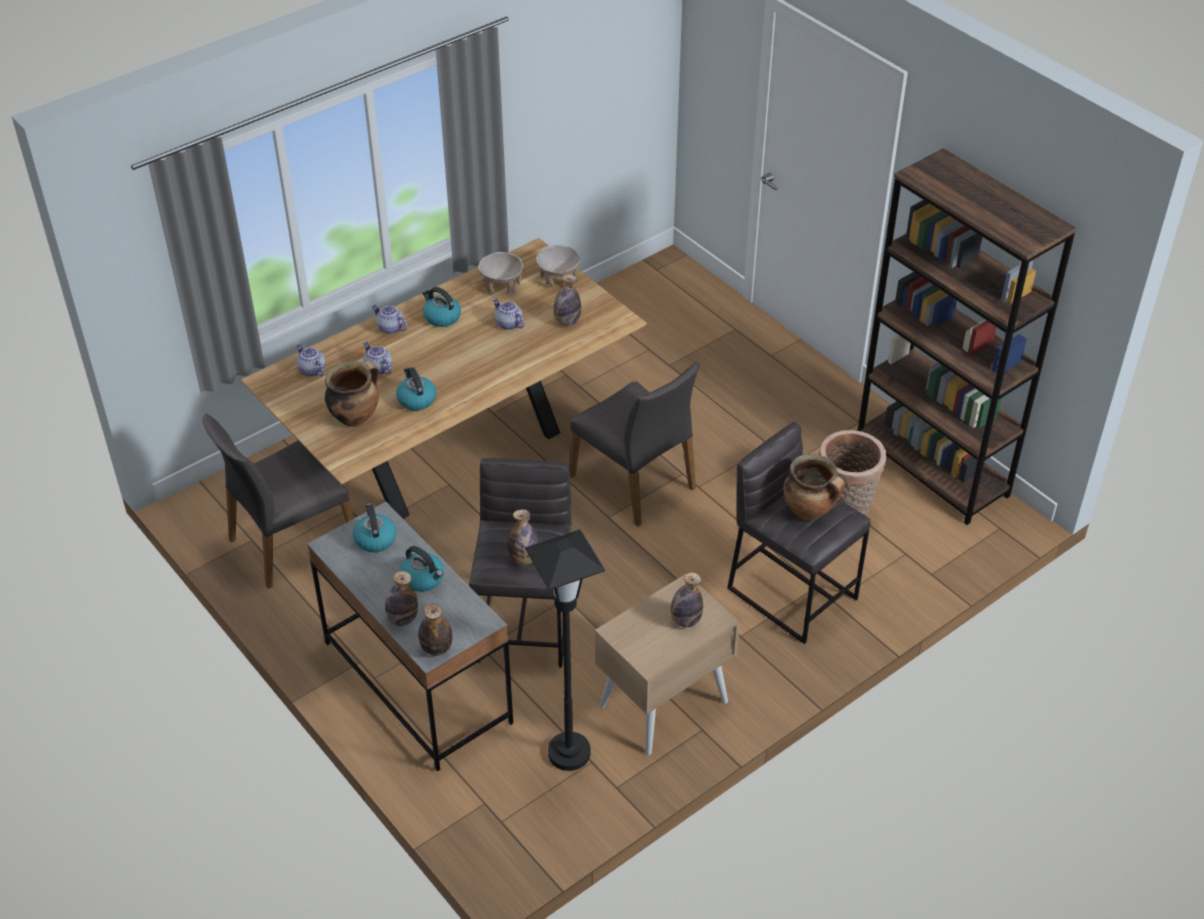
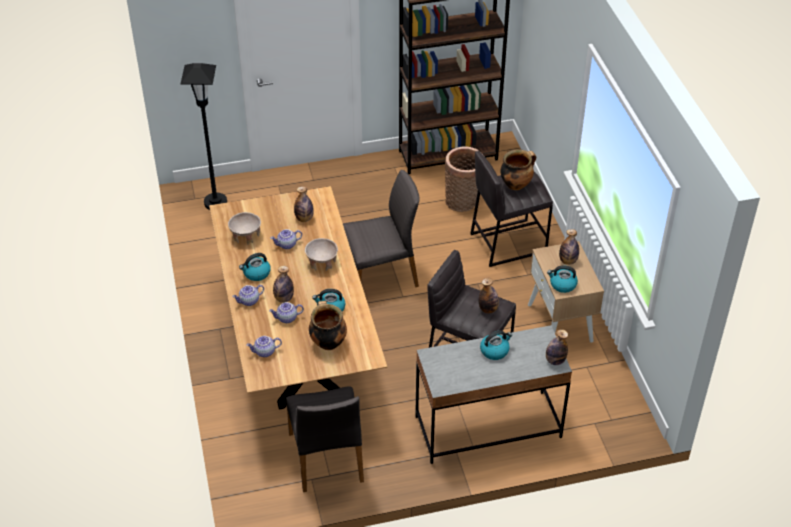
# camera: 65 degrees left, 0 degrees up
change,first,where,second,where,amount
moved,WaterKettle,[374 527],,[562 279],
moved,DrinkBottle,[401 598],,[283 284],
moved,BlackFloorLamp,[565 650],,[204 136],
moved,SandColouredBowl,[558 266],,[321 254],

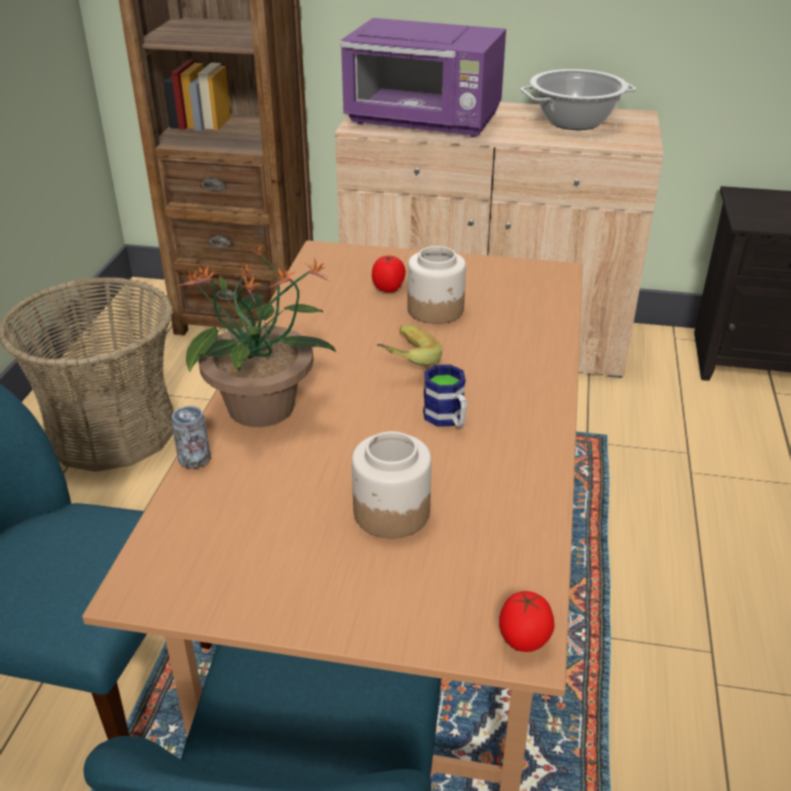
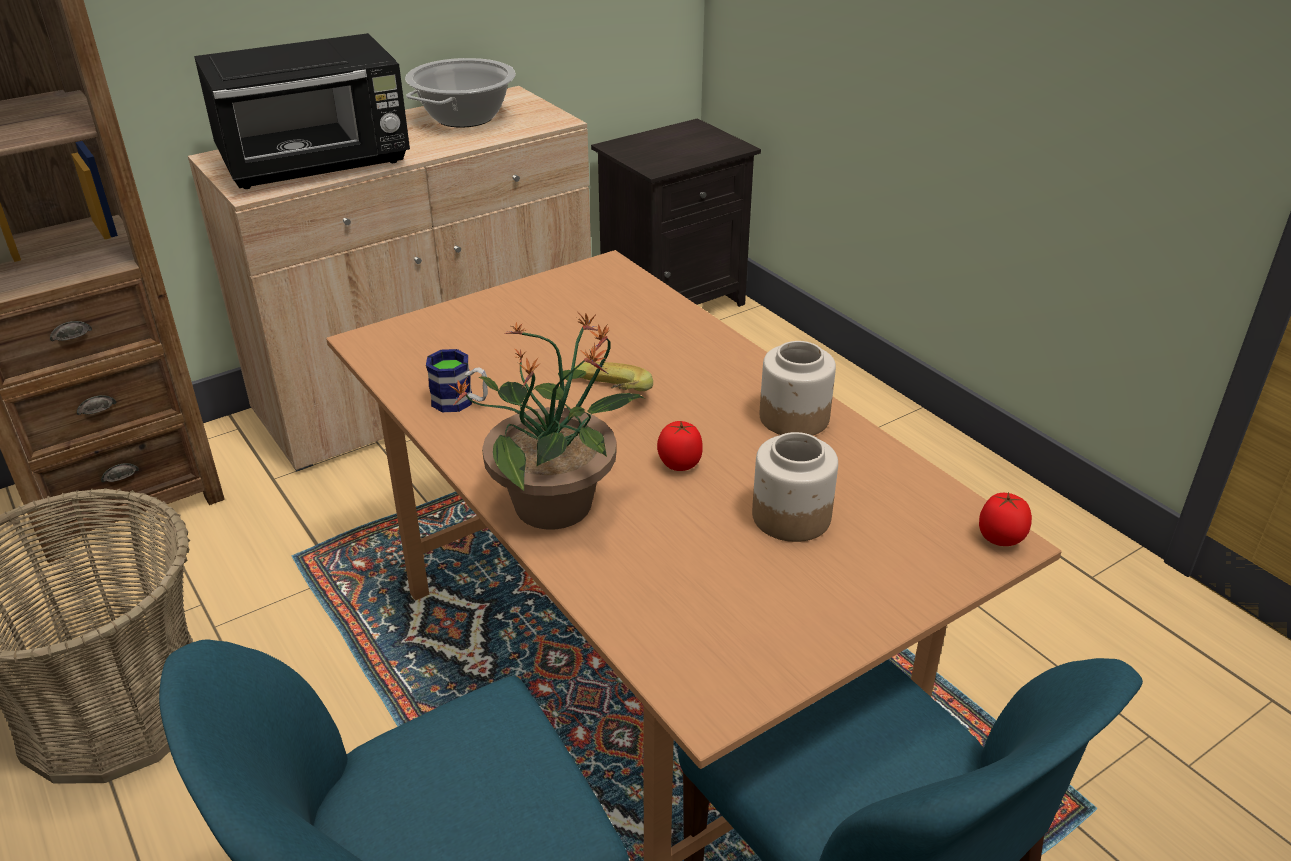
# camera: 45 degrees left, 0 degrees up
change,first,where,second,where,amount
removed,MetalCan,[191 437],,,
moved,Tomato,[389 274],,[680 446],
moved,Jar,[436 285],,[797 388],
moved,TeaMug,[445 395],,[457 380],
recoloured,PurpleColouredMicrowave,[423 77],BlackMicrowave,[302 111],

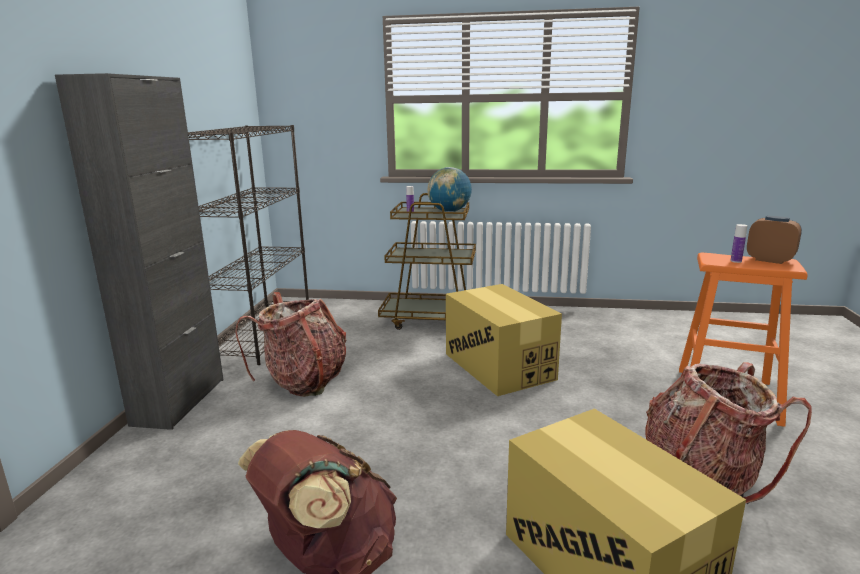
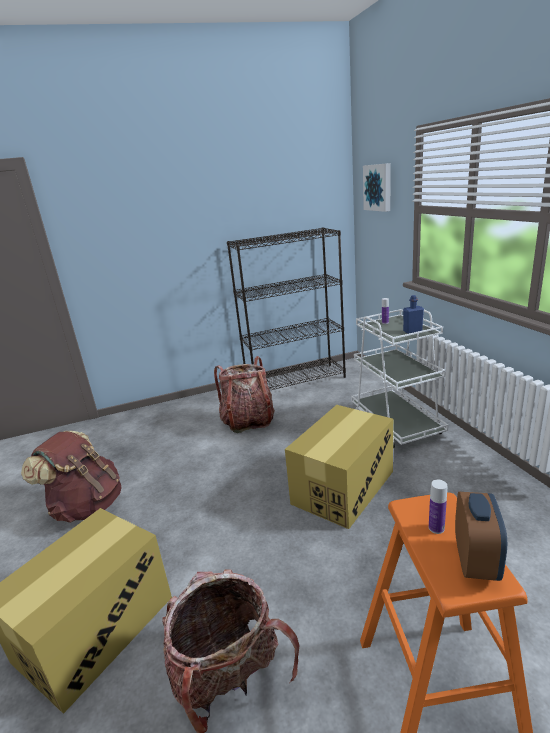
# camera: 65 degrees right, 5 degrees up
change,first,where,second,where,amount
removed,BlackCupboard,[139 251],,,
added,,,WallPicture,[377 187],
replaced,DeskGlobe,[449 189],BluishDrinkBottle,[413 314],
recoloured,BrownCart,[427 261],WhitishCart,[399 378],

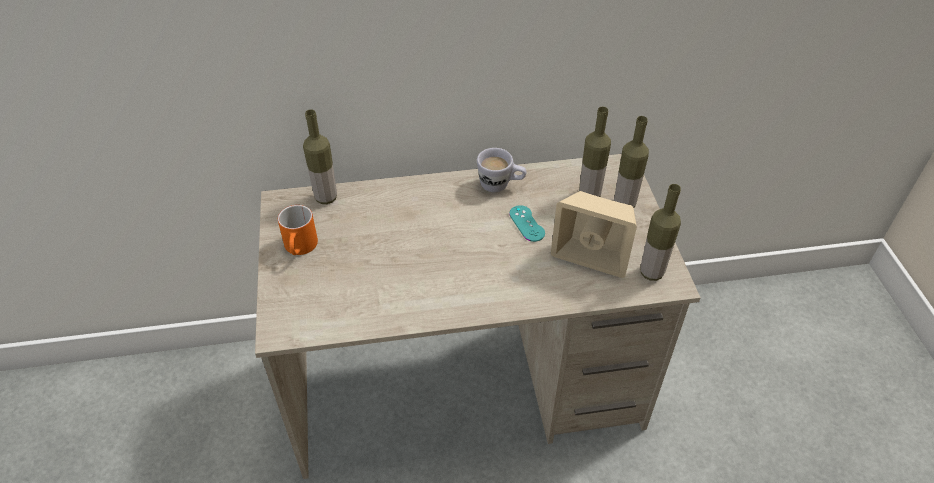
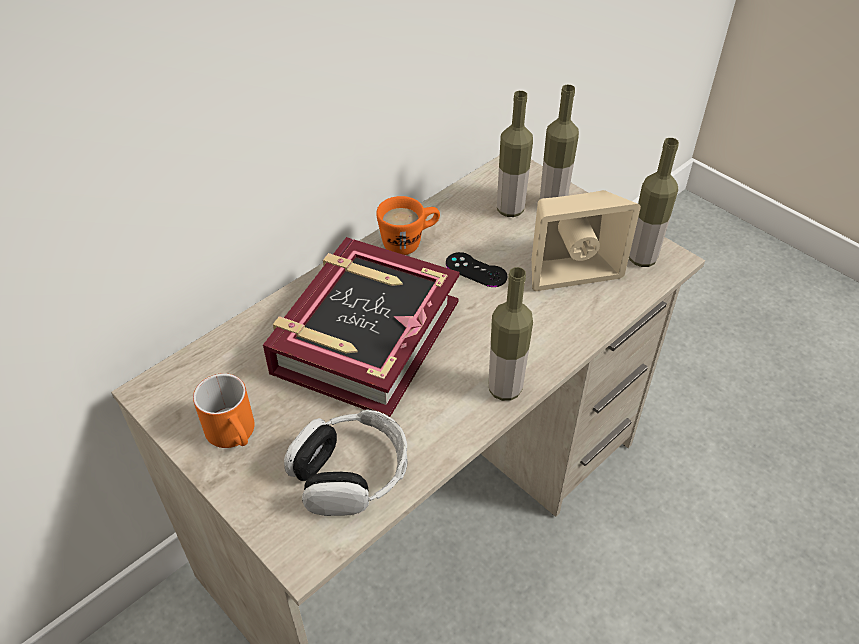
# camera: 35 degrees left, 0 degrees up
change,first,where,second,where,amount
added,,,Volume,[361 327],
added,,,PairOfHeadphones,[346 462],
moved,DrinkBottle,[320 156],,[510 334],
recoloured,WhitishTeaMug,[501 170],OrangeTeaMug,[408 225],
recoloured,TurquoiseGameController,[527 223],BlackGameController,[476 269],

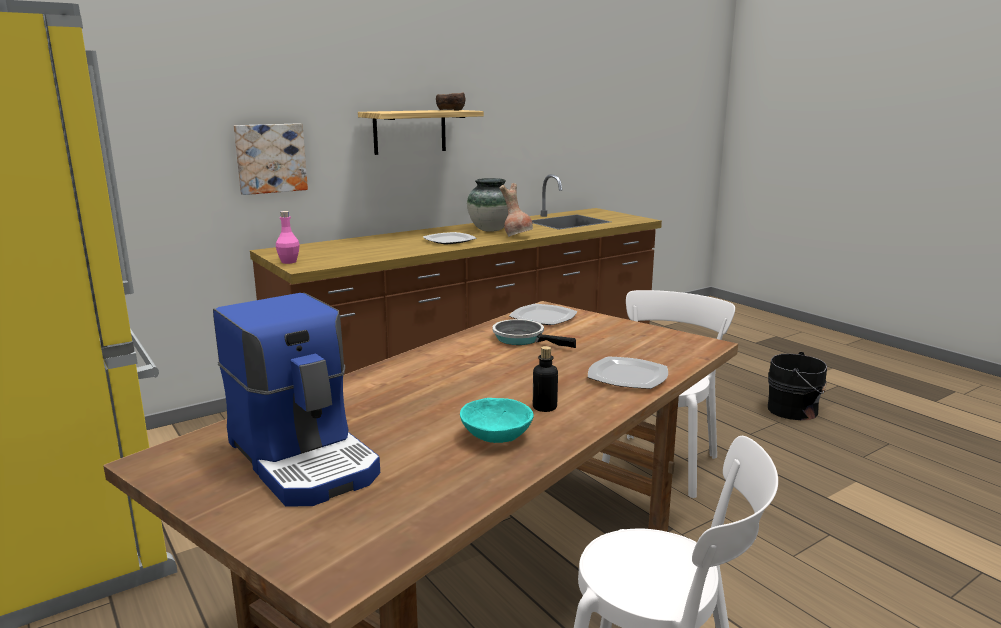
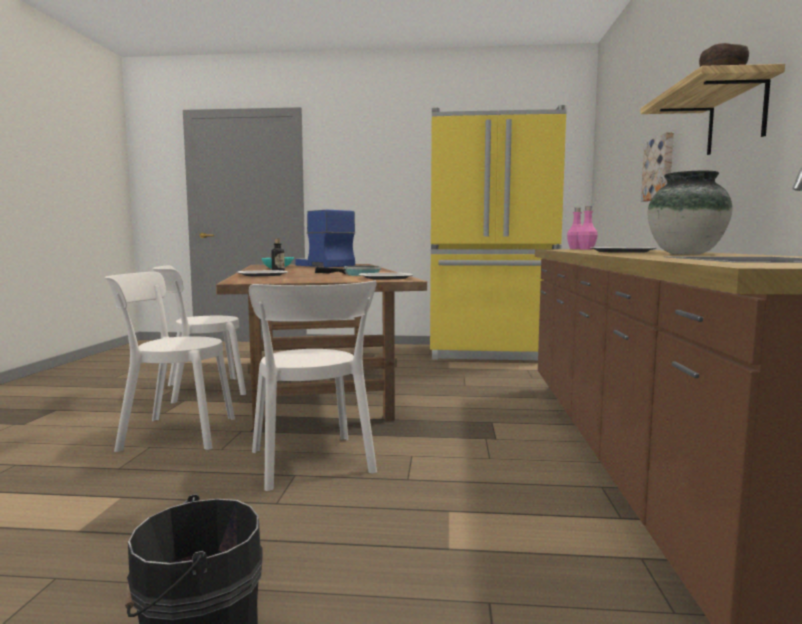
# camera: 130 degrees right, 10 degrees down
change,first,where,second,where,amount
removed,BrownFlowerVase,[516 210],,,
added,,,WhitishPlainChair,[170 362],
added,,,PinkishDrinkBottle,[587 228],
turned,CoffeeBrewer,[296 400],,[325 238],45 degrees clockwise

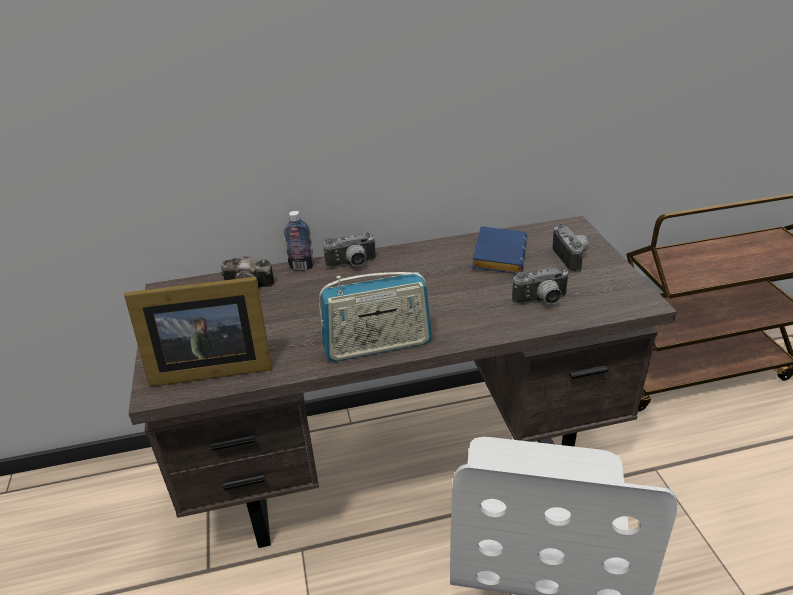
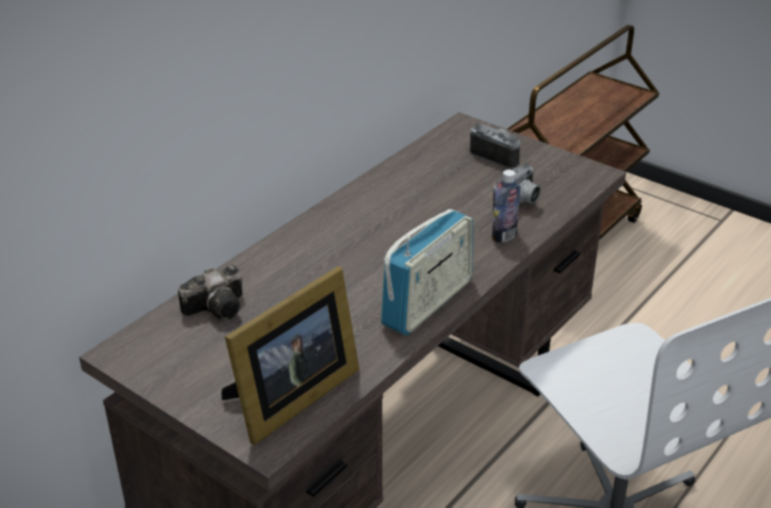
# camera: 40 degrees left, 0 degrees up
change,first,where,second,where,amount
removed,StillCamera,[349 250],,,
removed,BluishVolume,[499 250],,,
moved,DrinkBottle,[299 241],,[506 206],

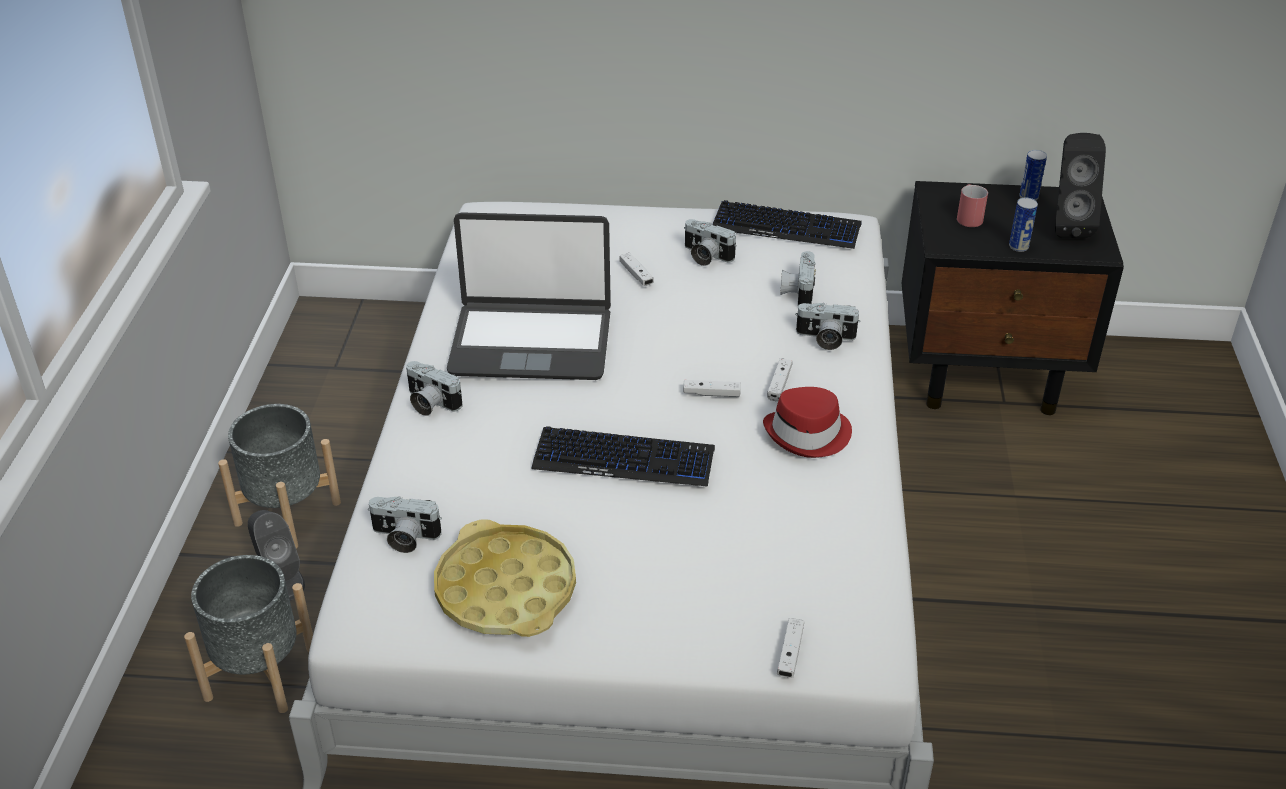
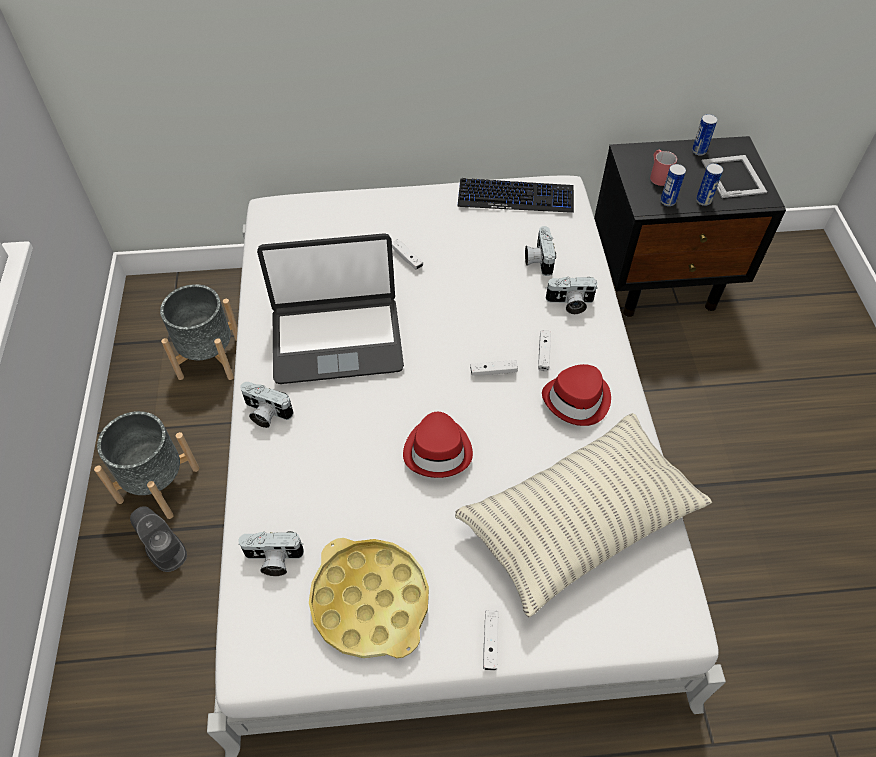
# camera: 10 degrees left, 15 degrees up
change,first,where,second,where,amount
removed,StillCamera,[710 242],,,
added,,,ThrowPillow,[583 515],
added,,,MetalCan,[673 185],
moved,GreyPlanter,[248 634],,[199 332],
moved,WhitishGameController,[790 648],,[490 640],
replaced,Keyboard,[623 456],ReddishWearableHat,[438 445],
replaced,BlackLoudspeaker,[1080 185],PictureFrame,[734 176],

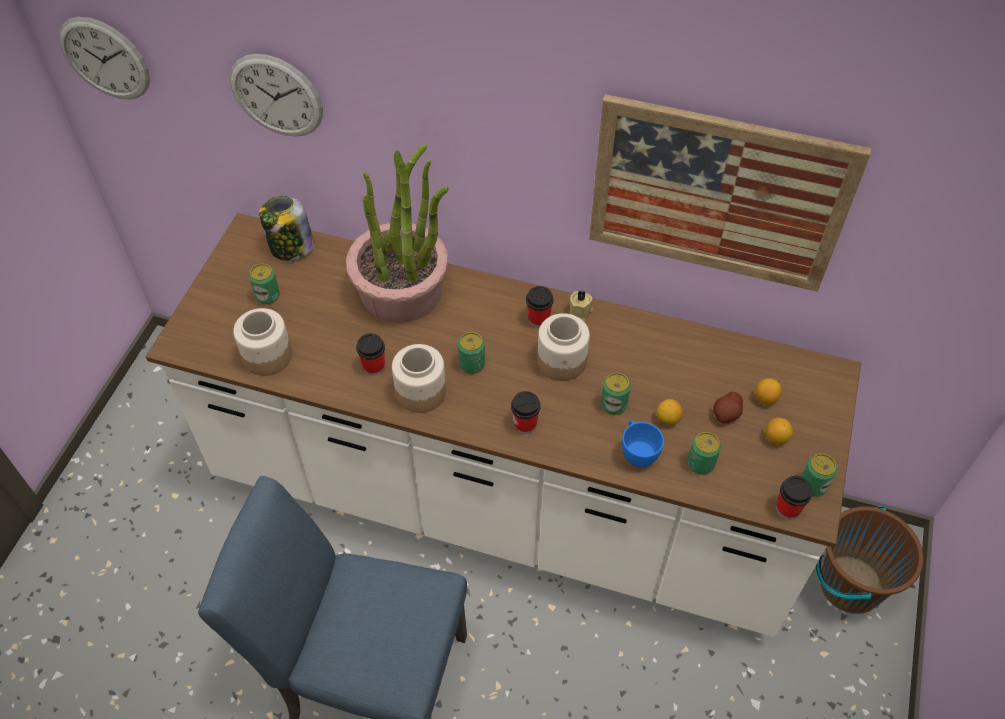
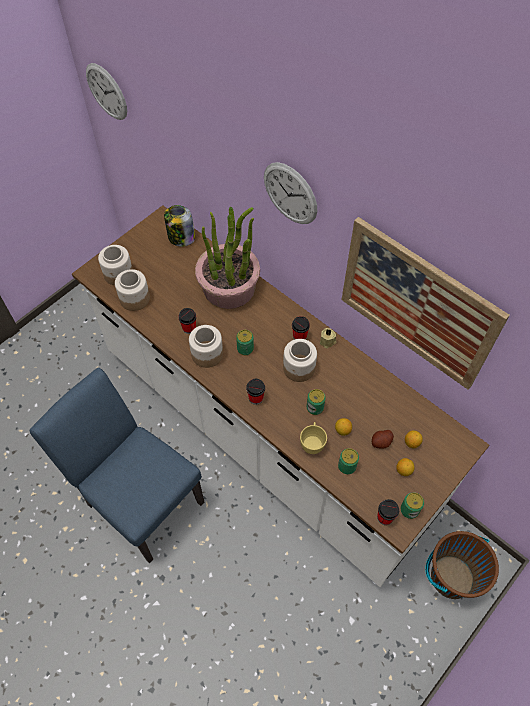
# camera: 25 degrees right, 5 degrees up
change,first,where,second,where,amount
removed,MetalCan,[264 284],,,
added,,,Jar,[115 265],
moved,ClockOnTheWall,[276 95],,[290 193],
recoloured,BluishCup,[643 443],YellowishCup,[313 438],

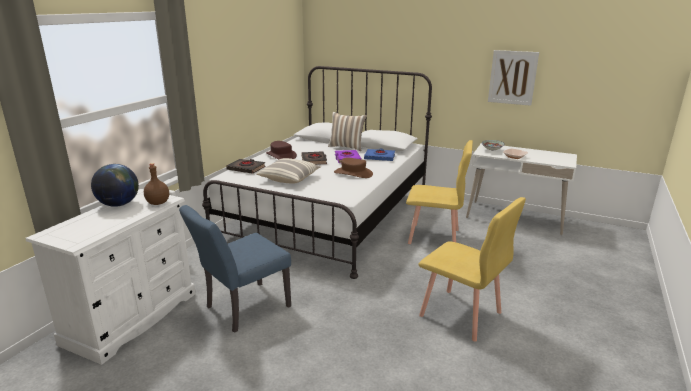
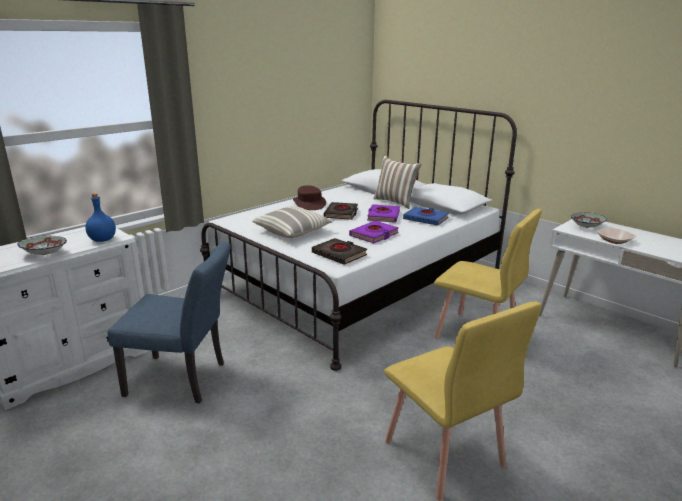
# camera: 20 degrees right, 0 degrees up
change,first,where,second,where,amount
removed,DeskGlobe,[115 185],,,
removed,WallPicture,[513 78],,,
added,,,Bowl,[42 245],
moved,BlackVolume,[246 166],,[339 251],
replaced,BrownWearableHat,[353 167],PurpleColouredVolume,[374 232],
recoloured,BrownDrinkBottle,[156 184],BluishDrinkBottle,[100 217],
turned,BluishPlainChair,[235 269],,[169 322],150 degrees counterclockwise

